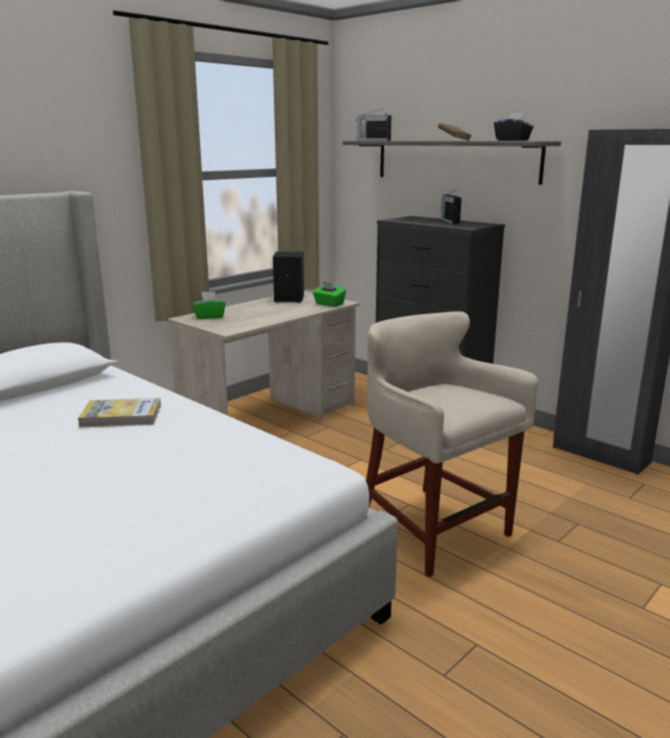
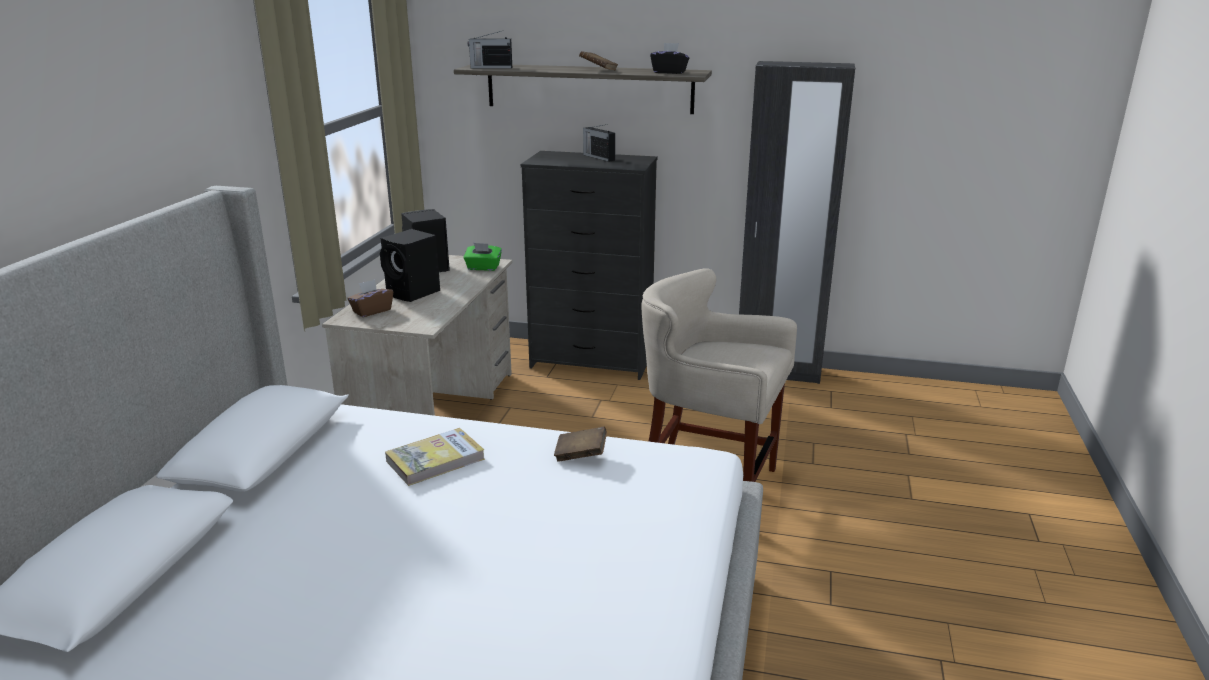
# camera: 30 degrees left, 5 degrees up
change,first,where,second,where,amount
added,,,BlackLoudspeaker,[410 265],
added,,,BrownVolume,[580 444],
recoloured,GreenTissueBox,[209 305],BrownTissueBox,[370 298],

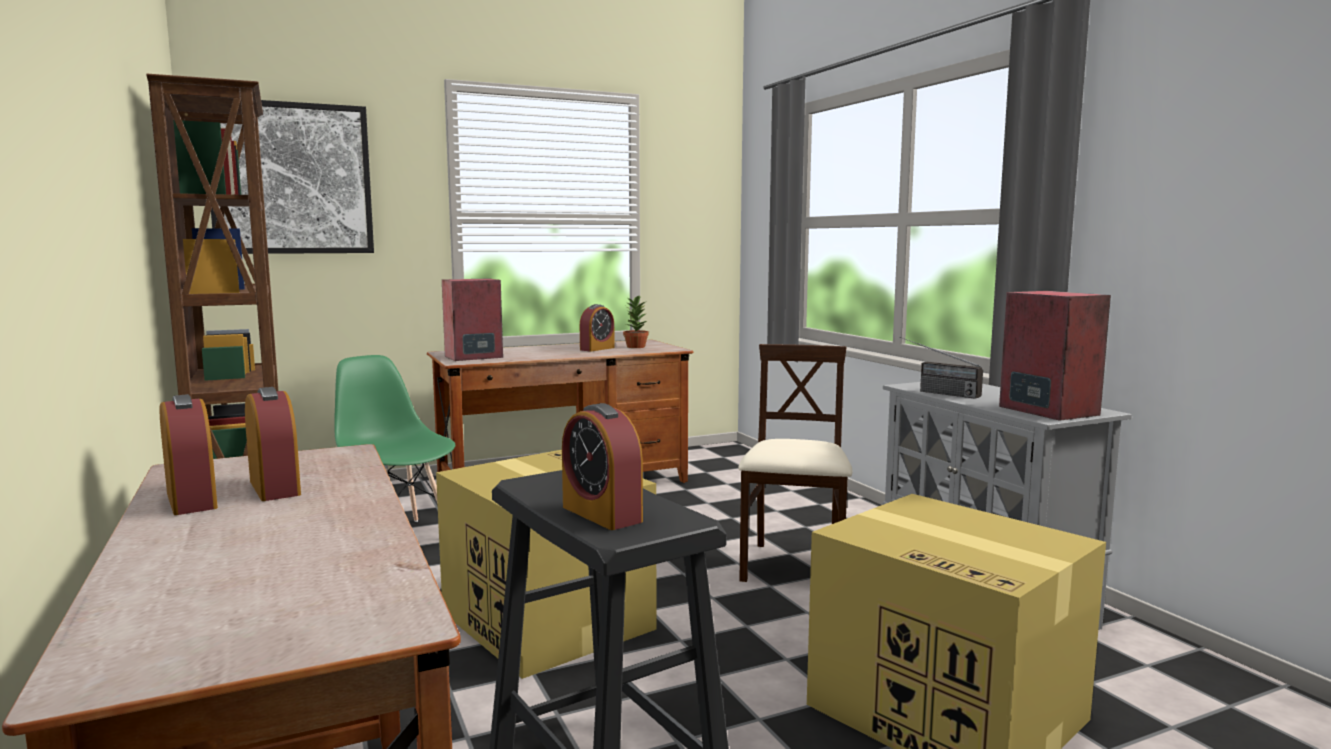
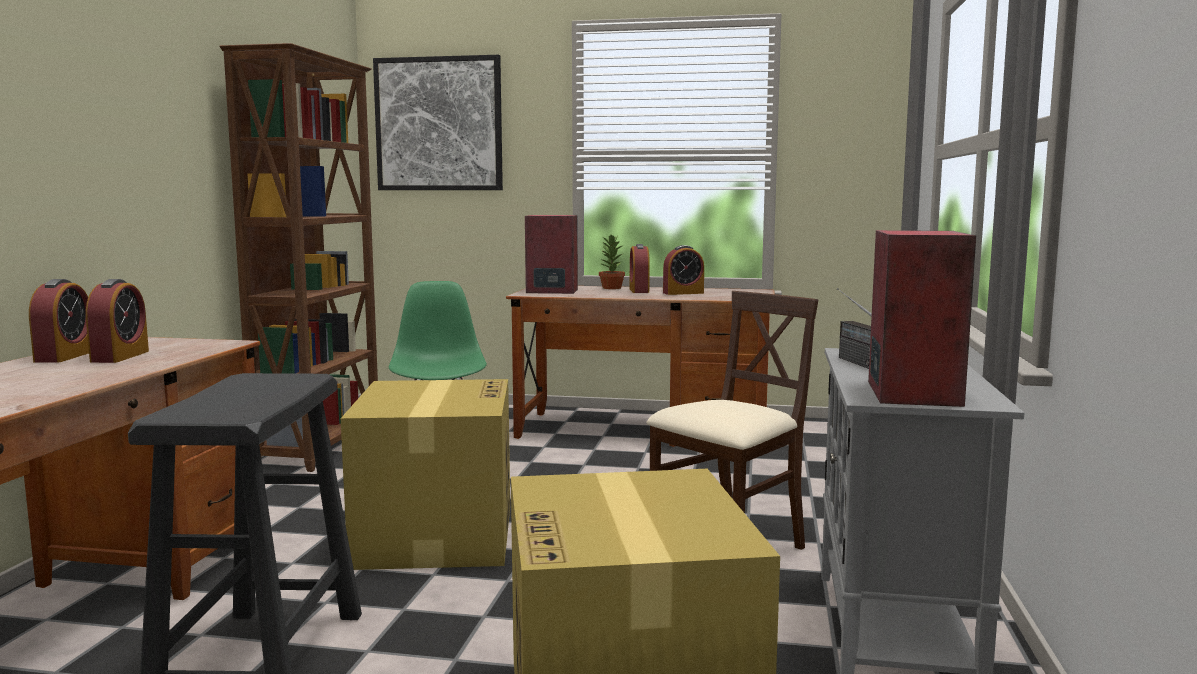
# camera: 35 degrees right, 0 degrees up
change,first,where,second,where,amount
moved,TableClock,[602 466],,[640 268],
moved,PlantInAPot,[636 322],,[612 262],

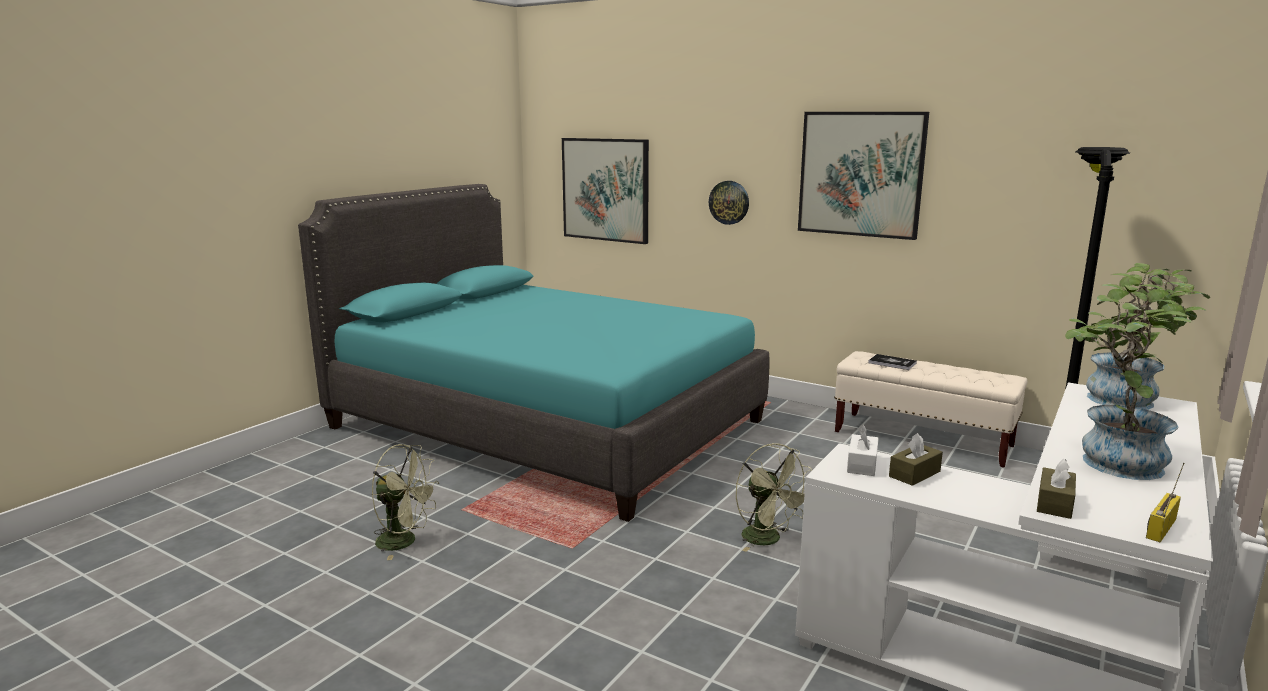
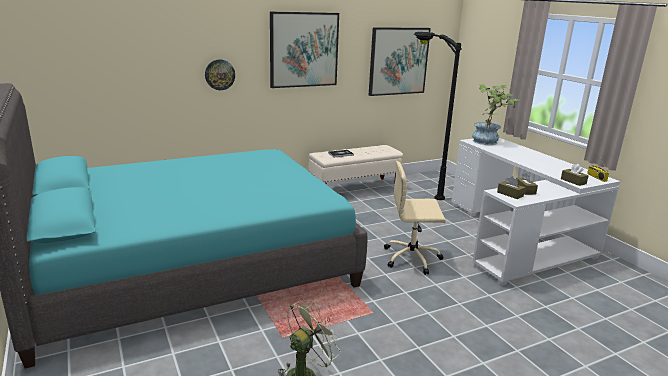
# camera: 60 degrees left, 5 degrees up
change,first,where,second,where,amount
removed,PlantInAPot,[1129 387],,,
moved,WallPicture,[605 191],,[400 61],
replaced,GreenCoolingFan,[774 497],SandColouredOfficeChair,[415 218],
recoloured,WhitishTissueBox,[863 450],BrownTissueBox,[511 187],

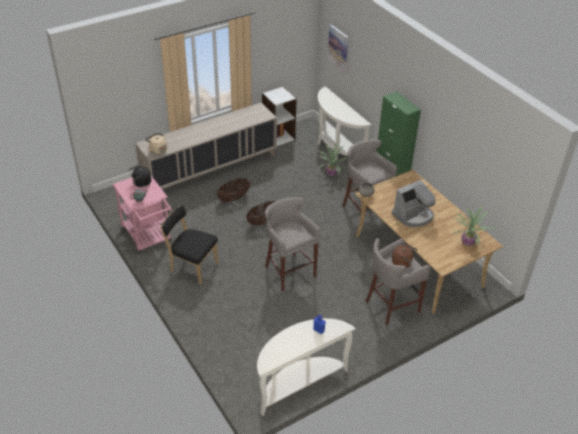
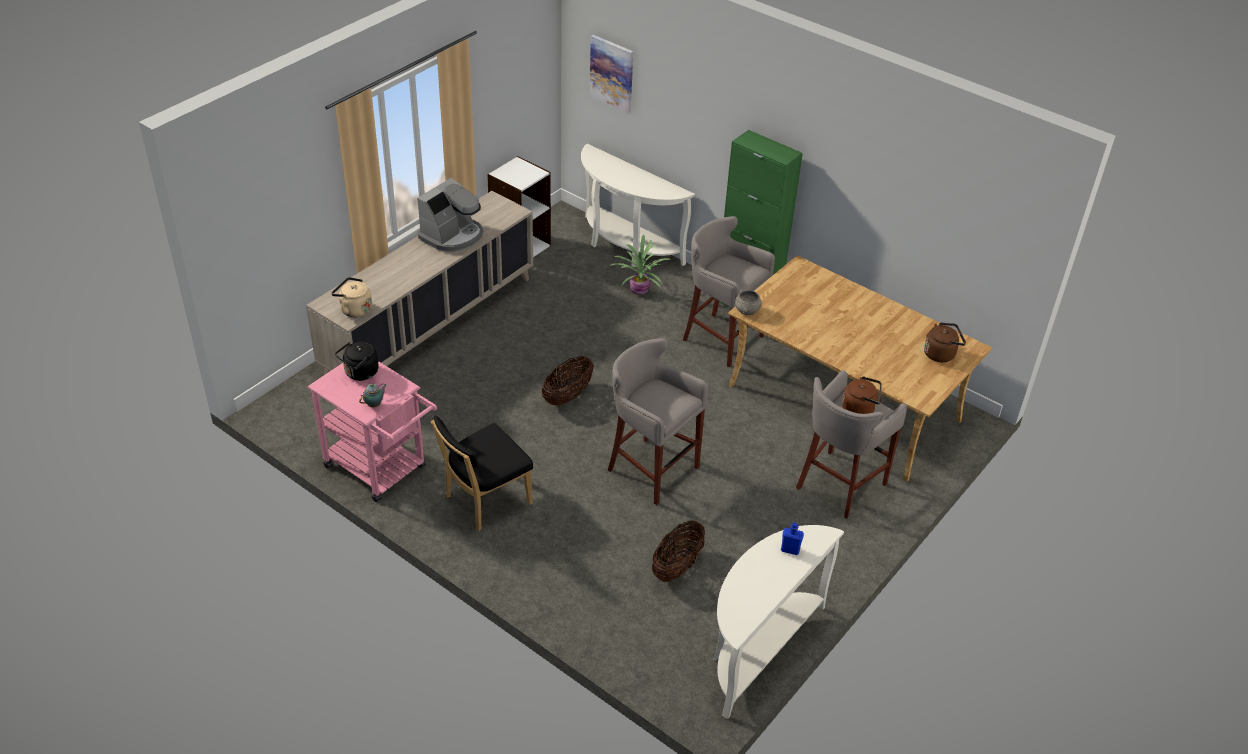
# camera: 20 degrees left, 0 degrees up
change,first,where,second,where,amount
moved,StorageBasket,[233 190],,[678 551],
moved,CoffeeBrewer,[414 203],,[450 215],
replaced,PlantInAPot,[475 226],BrownWaterKettle,[945 342],
turned,BlackPlainChair,[189 245],,[482 473],45 degrees counterclockwise

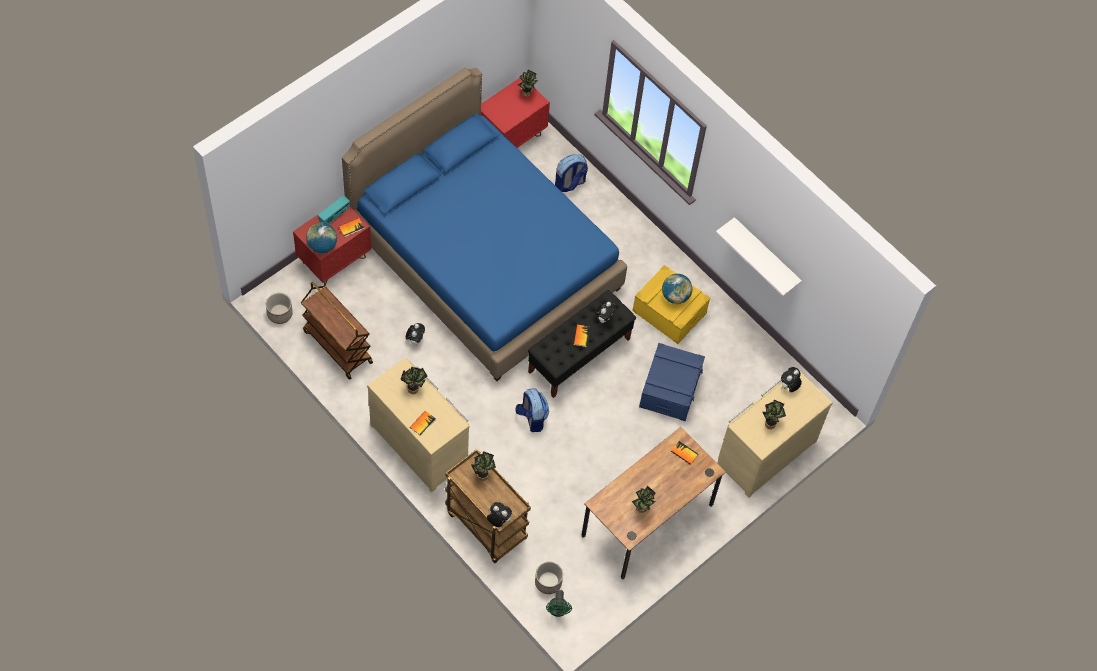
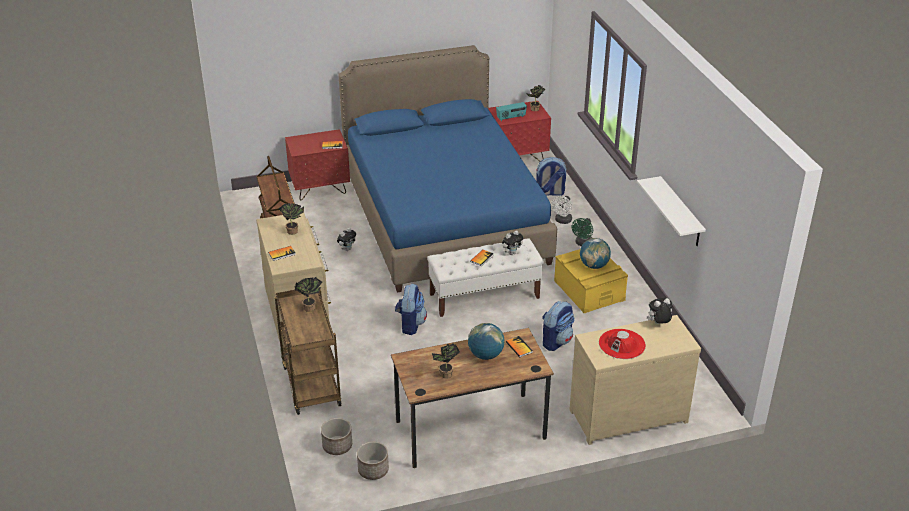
# camera: 30 degrees right, 25 degrees down
change,first,where,second,where,amount
removed,CuddlyToy,[499 514],,,
added,,,WhitishCoolingFan,[561 210],
moved,Planter,[279 308],,[373 461],
moved,DeskGlobe,[321 237],,[486 341],
moved,RadioReceiver,[334 209],,[511 111],
moved,GreenCoolingFan,[559 603],,[582 232],
replaced,BluishStorageBin,[672 382],Rucksack,[558 326],
replaced,PlantInAPot,[774 414],ReddishWearableHat,[622 344],
recoloured,BlackLongSeat,[582 344],WhitishLongSeat,[485 277],

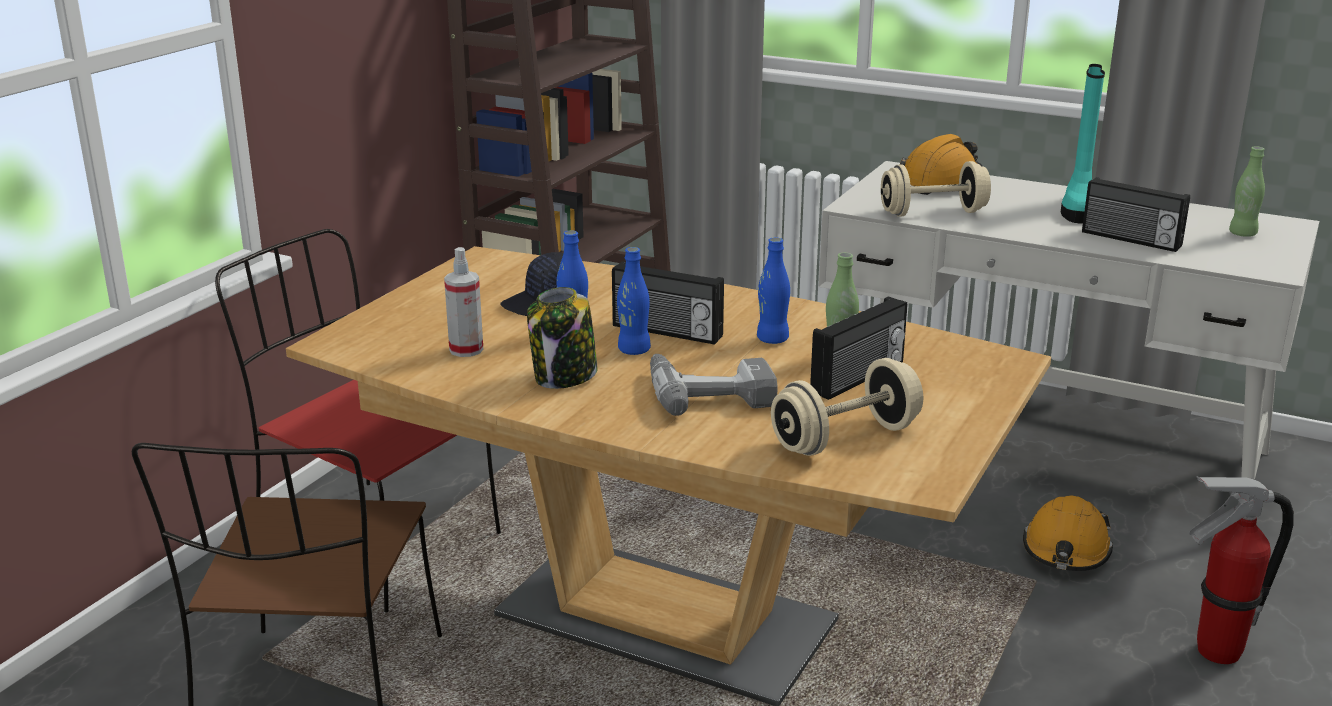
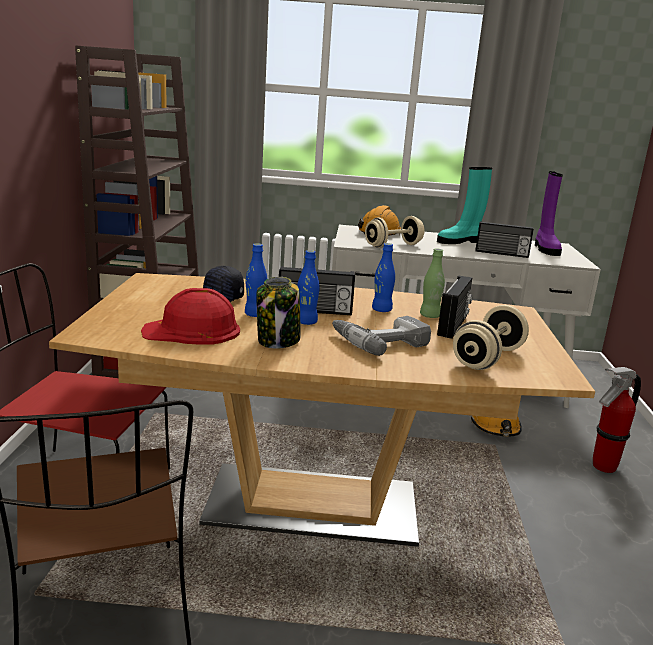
# camera: 25 degrees left, 5 degrees down
change,first,where,second,where,amount
replaced,HandSprayer,[463 302],ReddishSafetyHelmet,[190 316],
replaced,GreenDrinkBottle,[1247 191],PurpleColouredTallBoot,[549 213],
turned,TurquoiseTallBoot,[1083 144],,[464 205],75 degrees clockwise

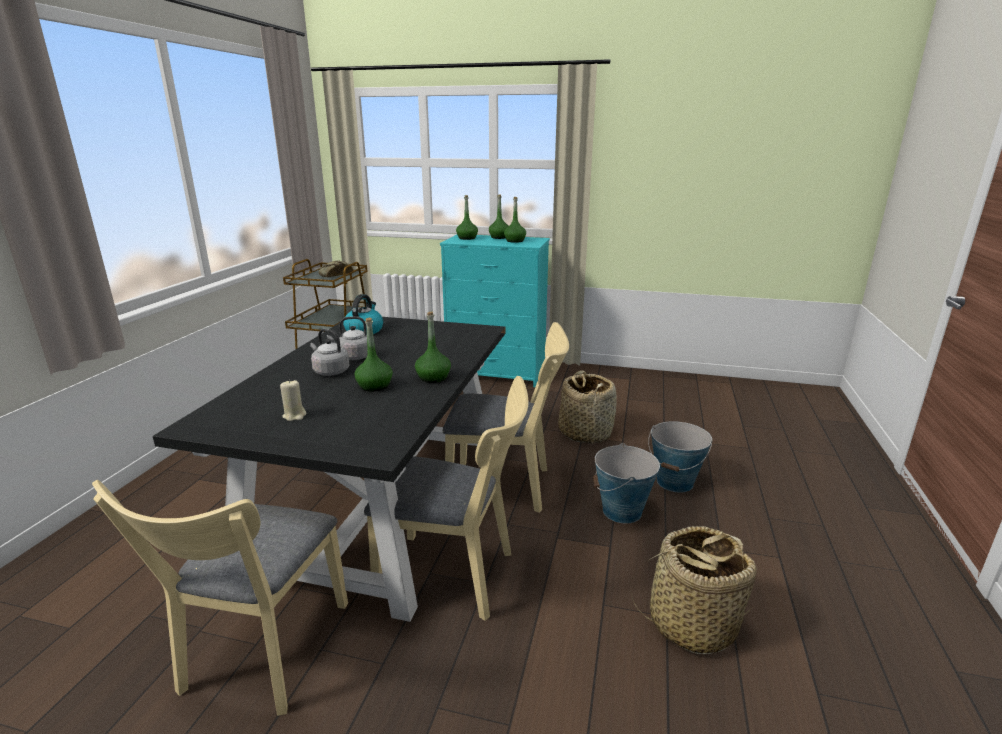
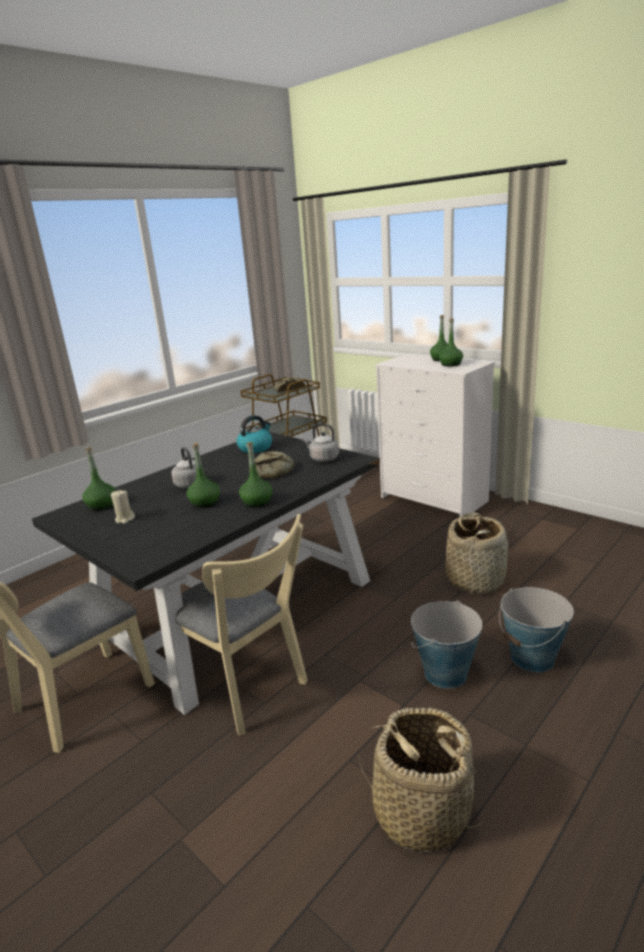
# camera: 30 degrees right, 0 degrees up
change,first,where,second,where,amount
removed,SandColouredPlainChair,[506 417],,,
added,,,Bread,[272 465],
moved,GreyWaterKettle,[347 338],,[321 443],
moved,GreenDrinkBottle,[467 217],,[99 479],
recoloured,TurquoiseDrawerChest,[495 311],WhitishDrawerChest,[435 436],

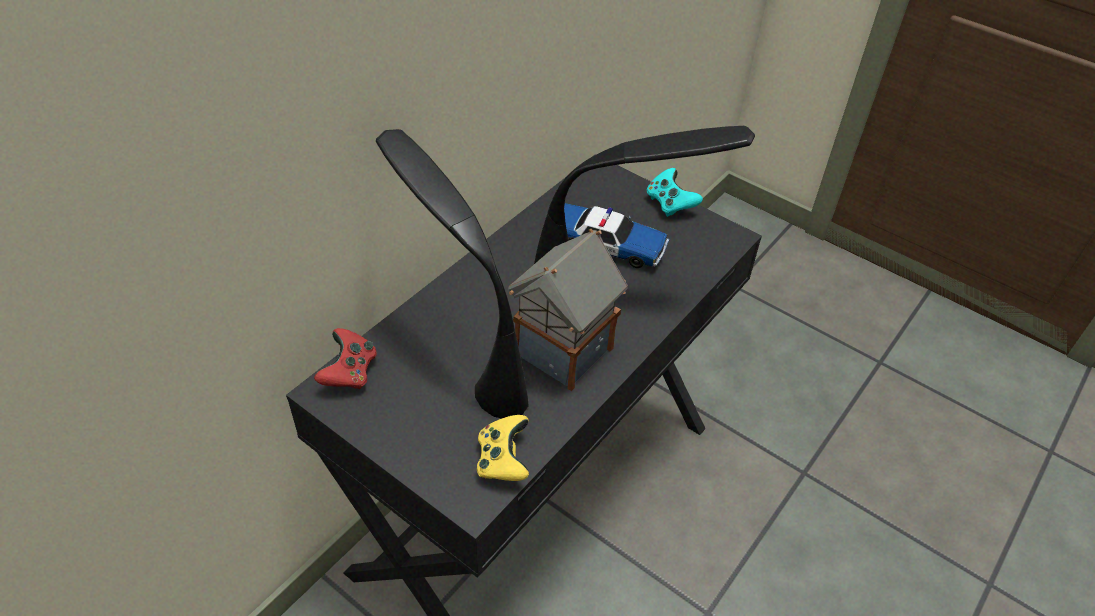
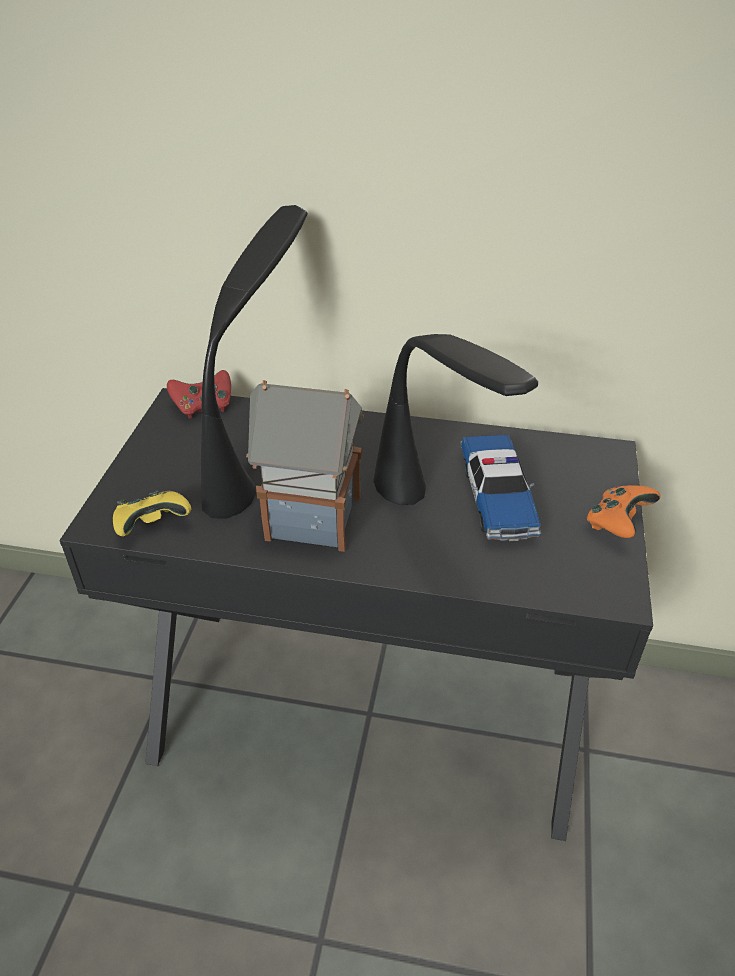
# camera: 65 degrees right, 5 degrees down
change,first,where,second,where,amount
recoloured,TurquoiseGameController,[674 192],OrangeGameController,[624 511],

